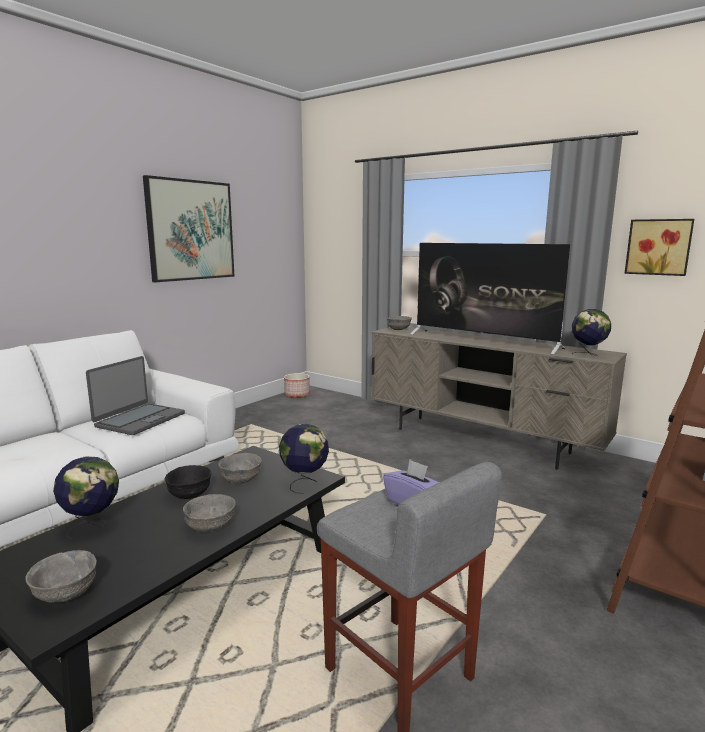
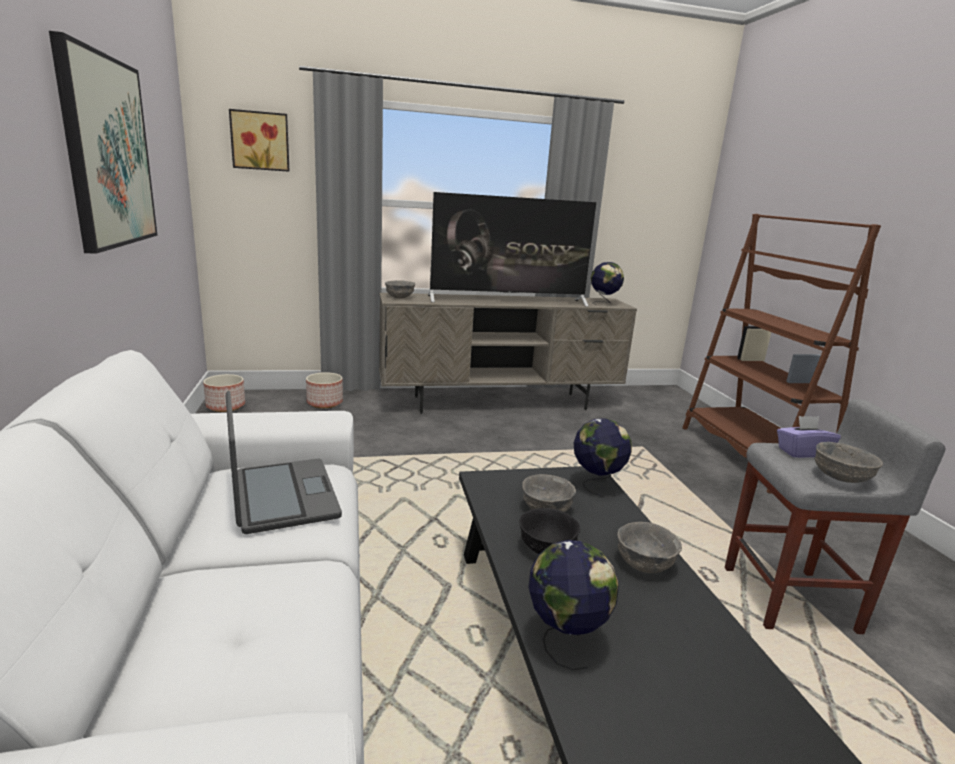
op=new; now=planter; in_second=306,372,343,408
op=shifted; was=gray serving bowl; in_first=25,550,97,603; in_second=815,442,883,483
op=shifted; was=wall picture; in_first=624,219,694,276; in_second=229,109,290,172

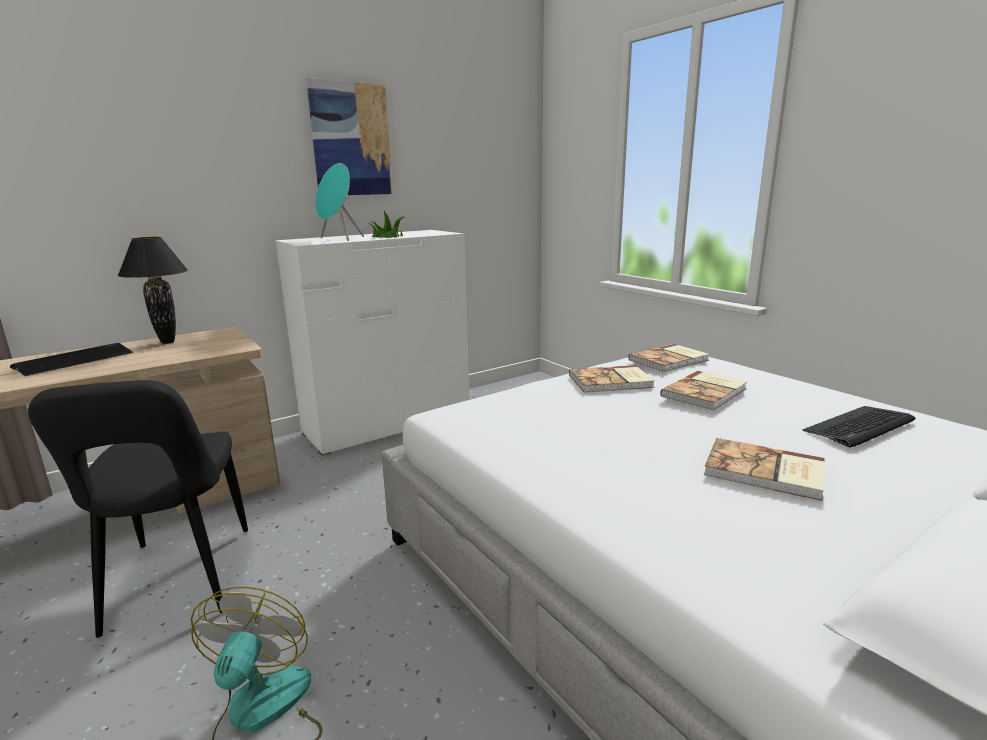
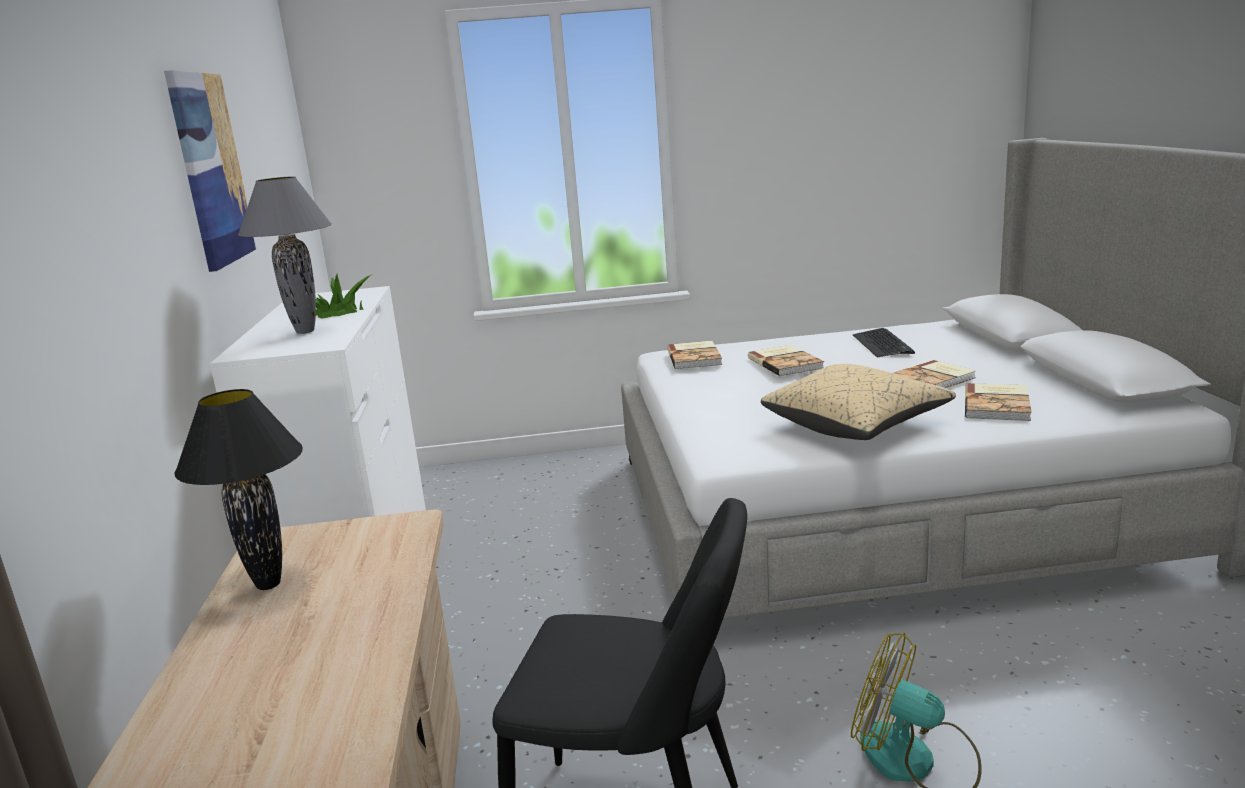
op=gone; was=PC keyboard; in_first=10,343,133,376
op=new; now=sand-coloured cushion; in_second=761,364,956,440
op=shifted; was=book; in_first=569,365,655,393; in_second=965,383,1032,421
op=swapped; was=turquoise-coloured speaker; now=gray table lamp; in_first=315,163,364,241; in_second=238,176,332,334

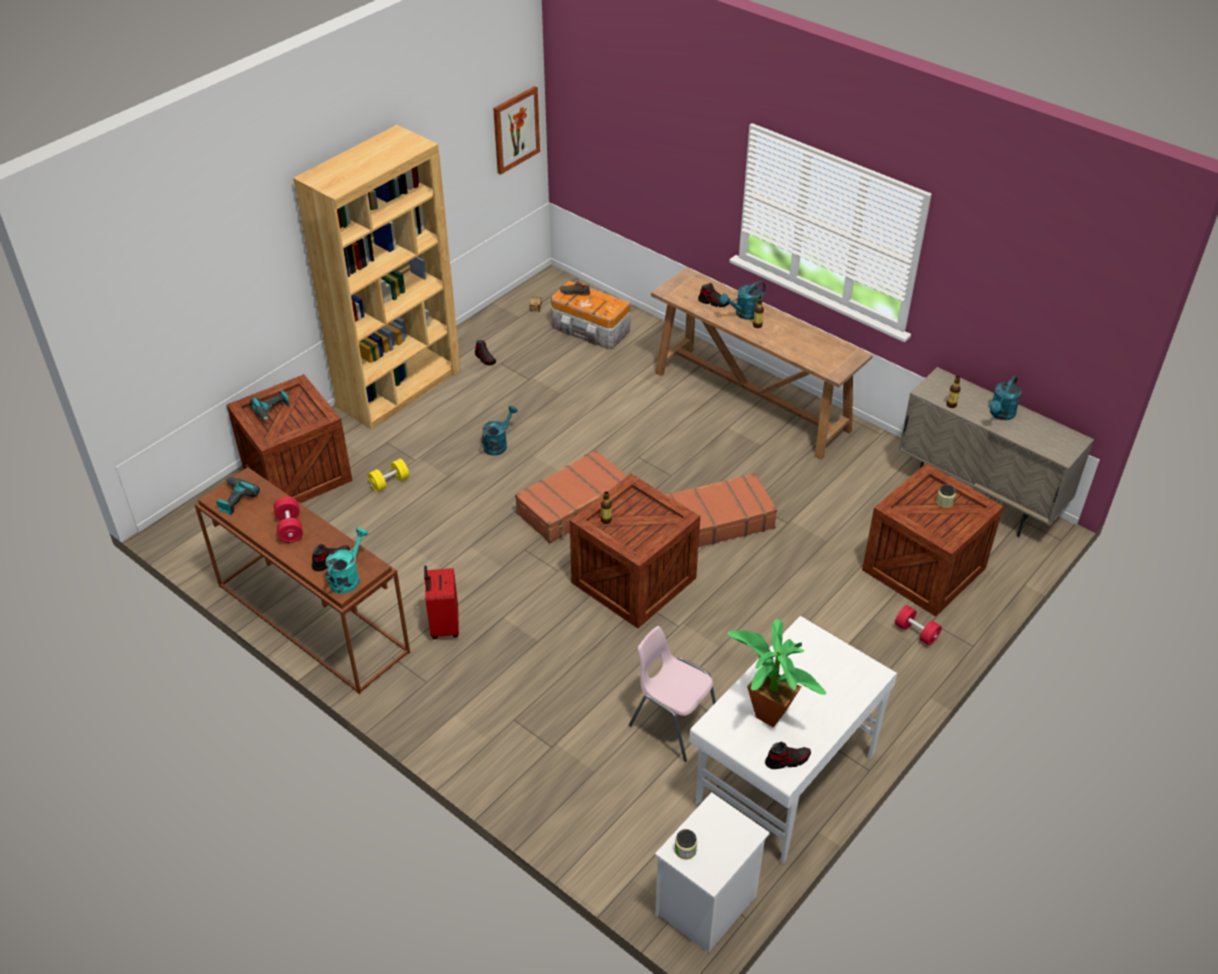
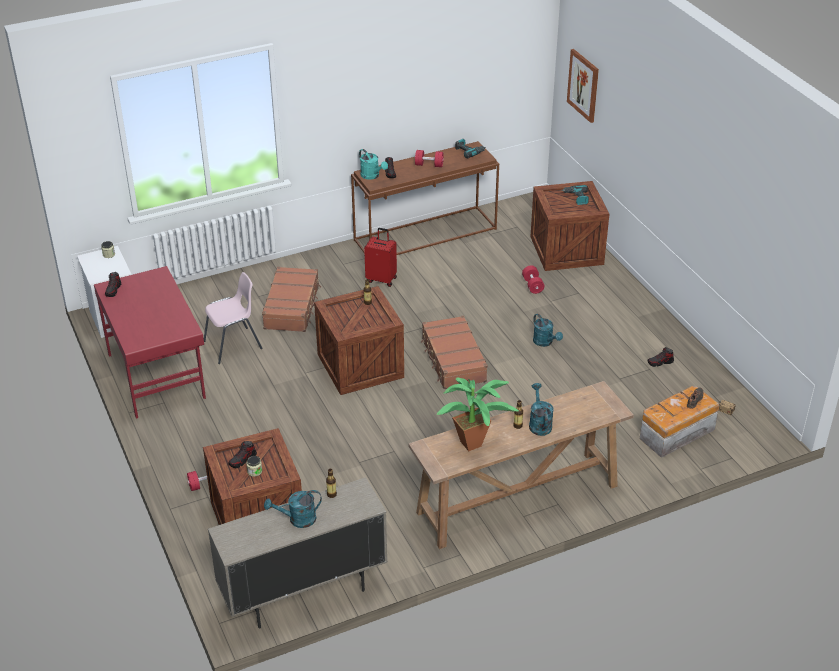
op=gone; was=brownish shelving unit; in_first=293,125,461,429
op=shifted; was=wall picture; in_first=493,86,540,175; in_second=567,49,599,123
op=shifted; was=brownish travel case; in_first=665,473,778,547; in_second=262,267,321,332
op=shifted; was=item of footwear; in_first=698,283,731,307; in_second=229,441,257,468
op=shifted; was=plant in a pot; in_first=728,619,826,727; in_second=437,377,519,451
op=repainted; was=yellow hand weight; now=reddish hand weight; in_first=368,459,409,492; in_second=522,265,544,294
op=repainted; was=white desk table; now=reddish desk table; in_first=689,616,897,864; in_second=94,266,206,419
op=rotated; was=turquoise-coloured watering can; in_first=989,376,1021,420; in_second=264,490,322,528; clockwise=-75

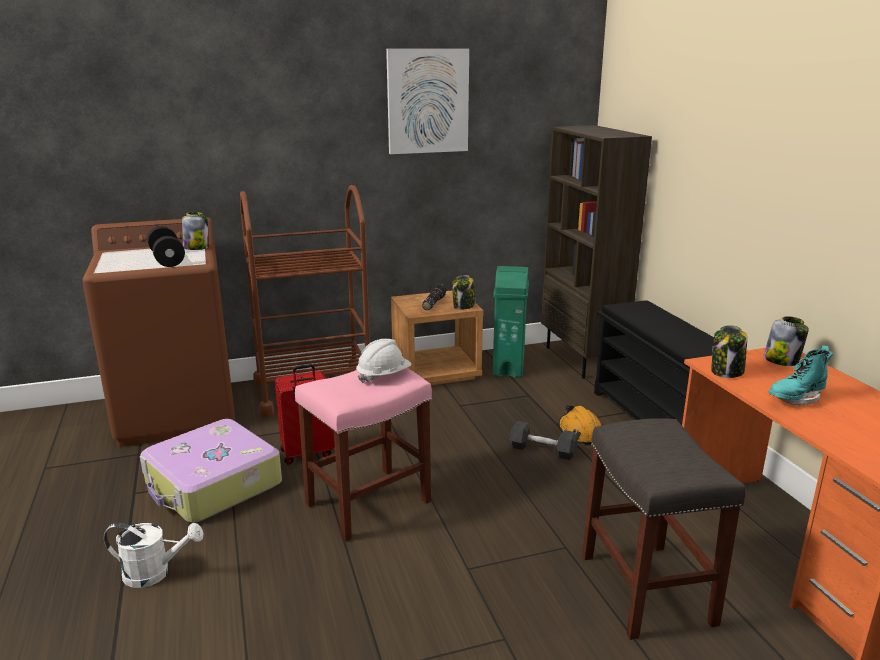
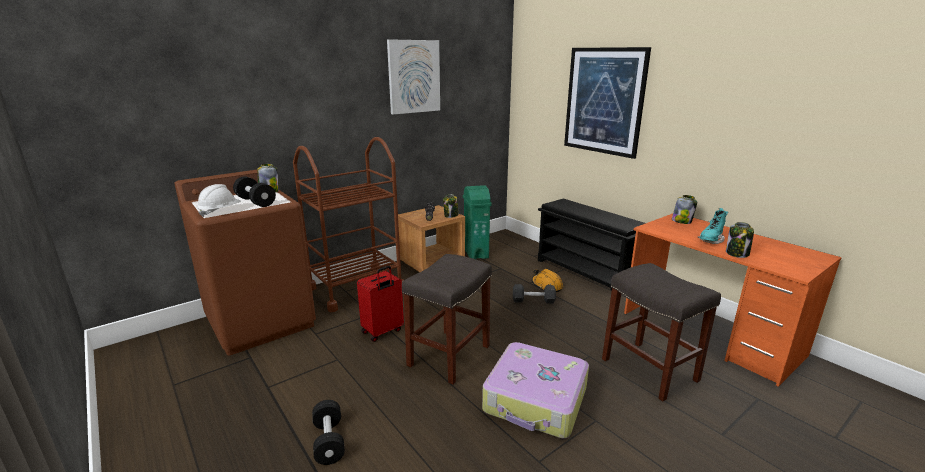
op=gone; was=brownish shelving unit; in_first=541,125,652,379
op=new; now=wall picture; in_second=564,47,651,159
op=shifted; was=travel case; in_first=140,419,282,523; in_second=482,342,589,438
op=shifted; was=white work helmet; in_first=356,339,412,383; in_second=197,184,241,217
op=shifted; was=storage jar; in_first=711,325,747,378; in_second=726,222,754,258
op=swapped; was=white watering can; now=black hand weight; in_first=104,523,203,588; in_second=312,400,345,465
op=repainted; was=pinkish sitting stool; now=gray sitting stool; in_first=295,368,432,541; in_second=402,254,492,384

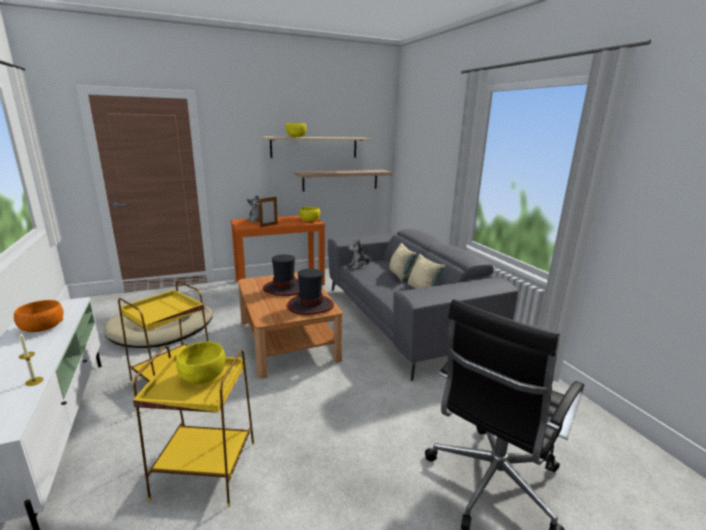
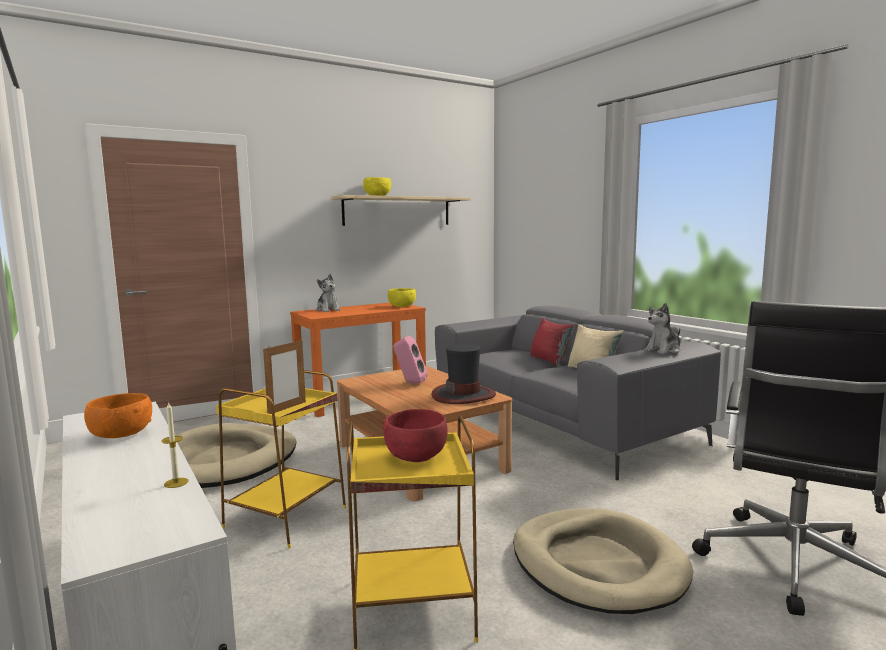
op=gone; was=wall shelf; in_first=295,170,392,191
op=new; now=sand-coloured dog cushion; in_second=513,508,694,614
op=shifted; was=picture frame; in_first=258,197,278,227; in_second=263,340,306,414
op=shifted; was=soft toy; in_first=348,239,374,269; in_second=644,303,681,354
op=swapped; was=clothing hat; now=pinkish speaker; in_first=263,255,300,296; in_second=394,336,428,383
op=repainted; was=yellow serving bowl; now=reddish serving bowl; in_first=176,341,226,384; in_second=383,409,448,462
op=repainted; was=sand-coloured cushion; now=reddish cushion; in_first=389,242,417,282; in_second=530,318,573,366

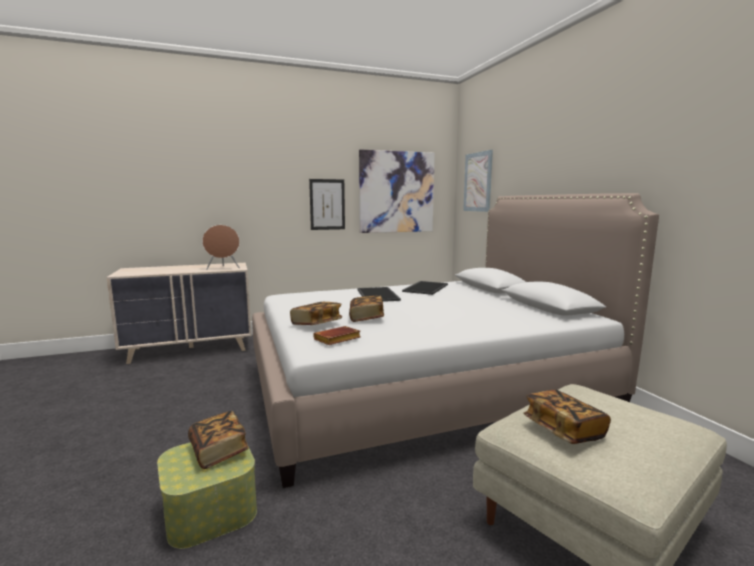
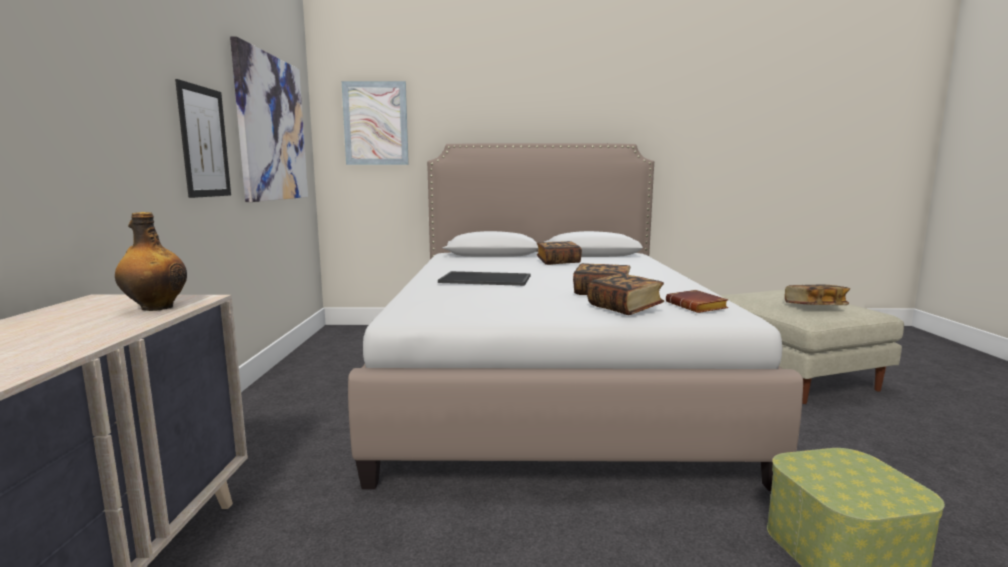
op=gone; was=serving tray; in_first=402,281,448,295
op=shifted; was=book; in_first=188,411,248,469; in_second=537,241,582,265
op=swapped; was=brownish speaker; now=beverage bottle; in_first=202,225,240,270; in_second=115,212,187,311

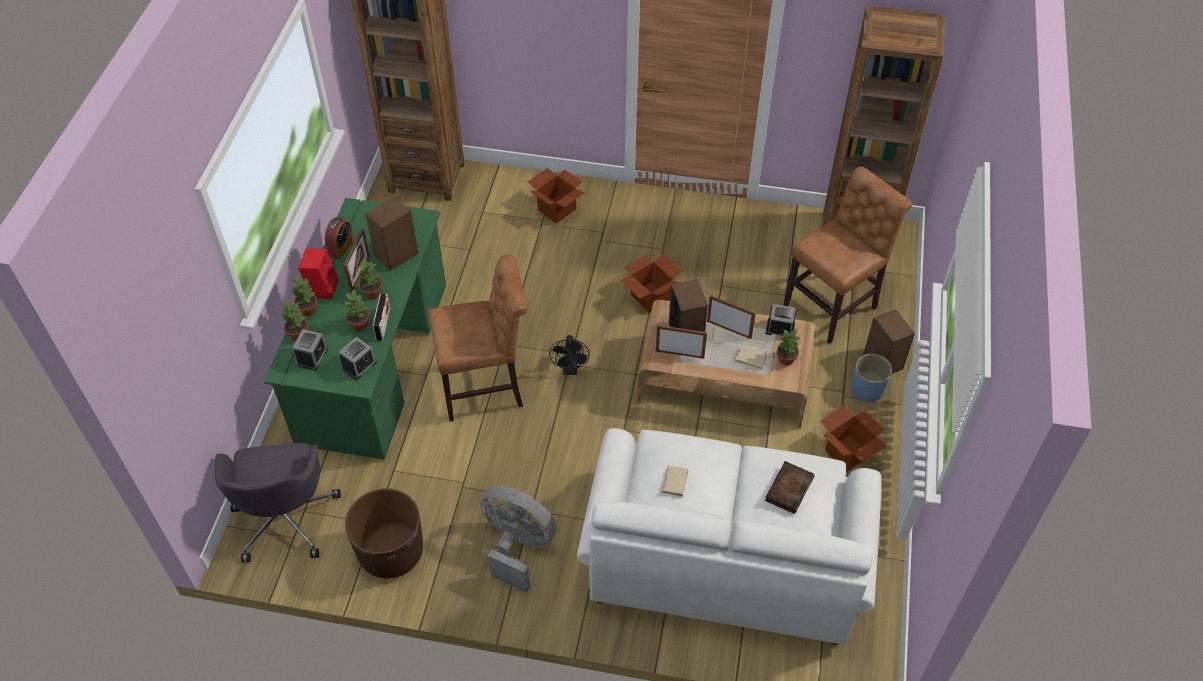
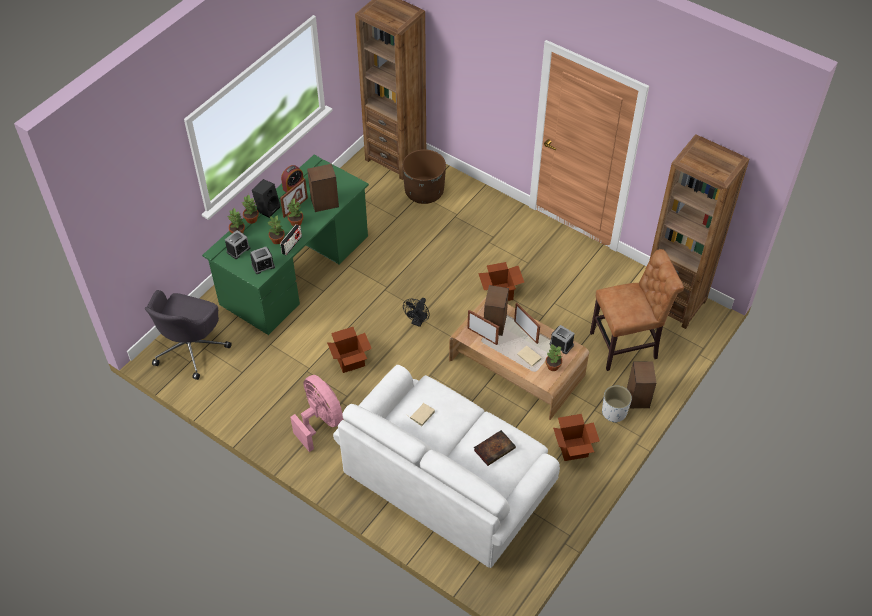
op=gone; was=brownish plain chair; in_first=428,255,528,421
op=shifted; was=brownish planter; in_first=345,488,423,579; in_second=402,149,446,204
op=shifted; was=packing box; in_first=528,168,585,223; in_second=327,327,372,373
op=repainted; was=reddish speaker; now=black speaker; in_first=298,248,339,299; in_second=252,179,280,218
op=repainted; was=gray cooling fan; now=pinkish cooling fan; in_first=481,486,557,593; in_second=290,375,343,452
op=repainted; was=blue-coloured planter; now=white planter; in_first=851,354,892,402; in_second=602,386,632,423

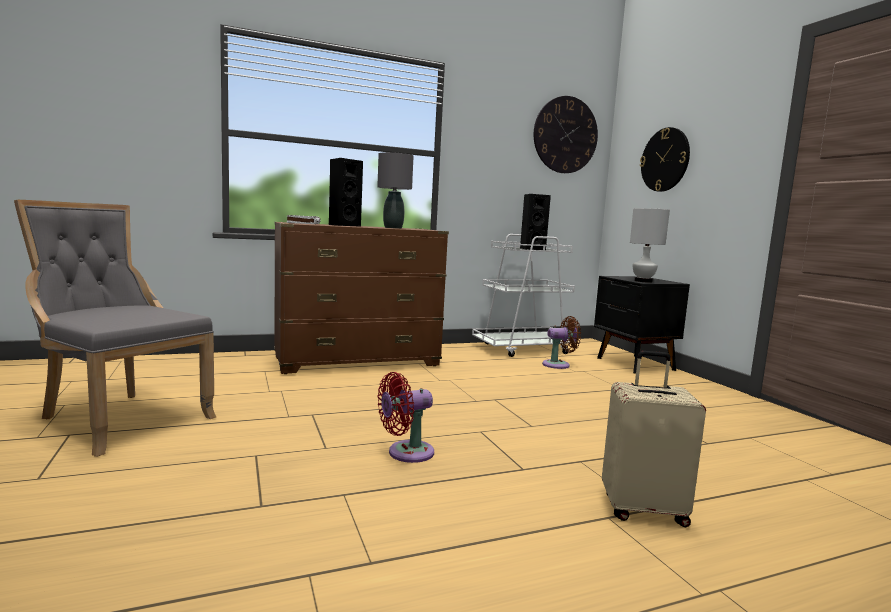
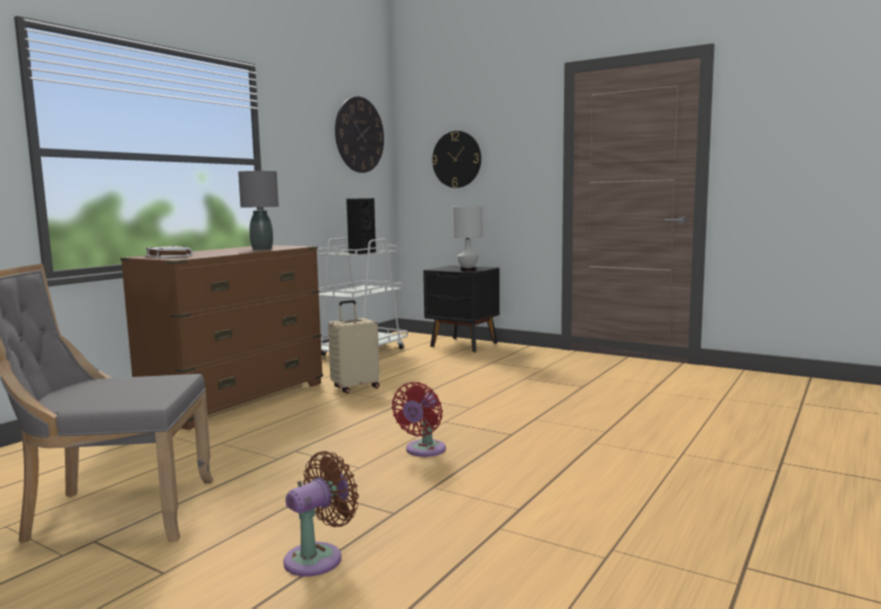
op=gone; was=black speaker; in_first=329,158,363,227
op=shifted; was=brownish cooling fan; in_first=542,316,581,369; in_second=283,451,359,576
op=shifted; was=sand-coloured travel case; in_first=602,351,706,527; in_second=328,300,380,393

